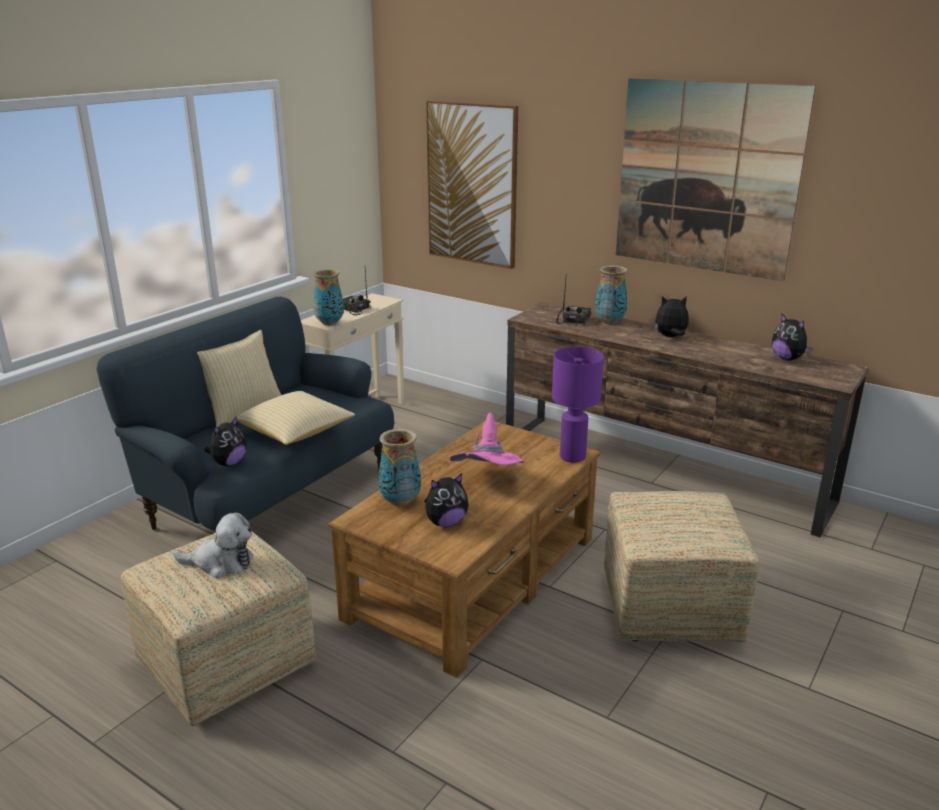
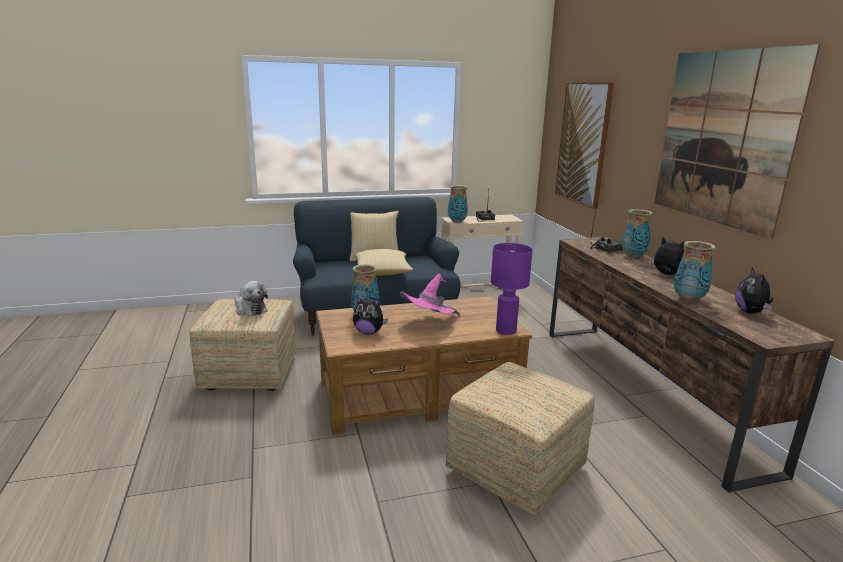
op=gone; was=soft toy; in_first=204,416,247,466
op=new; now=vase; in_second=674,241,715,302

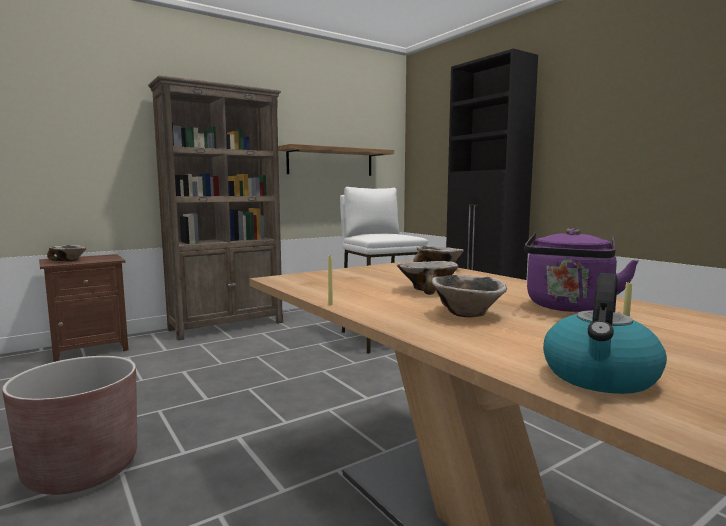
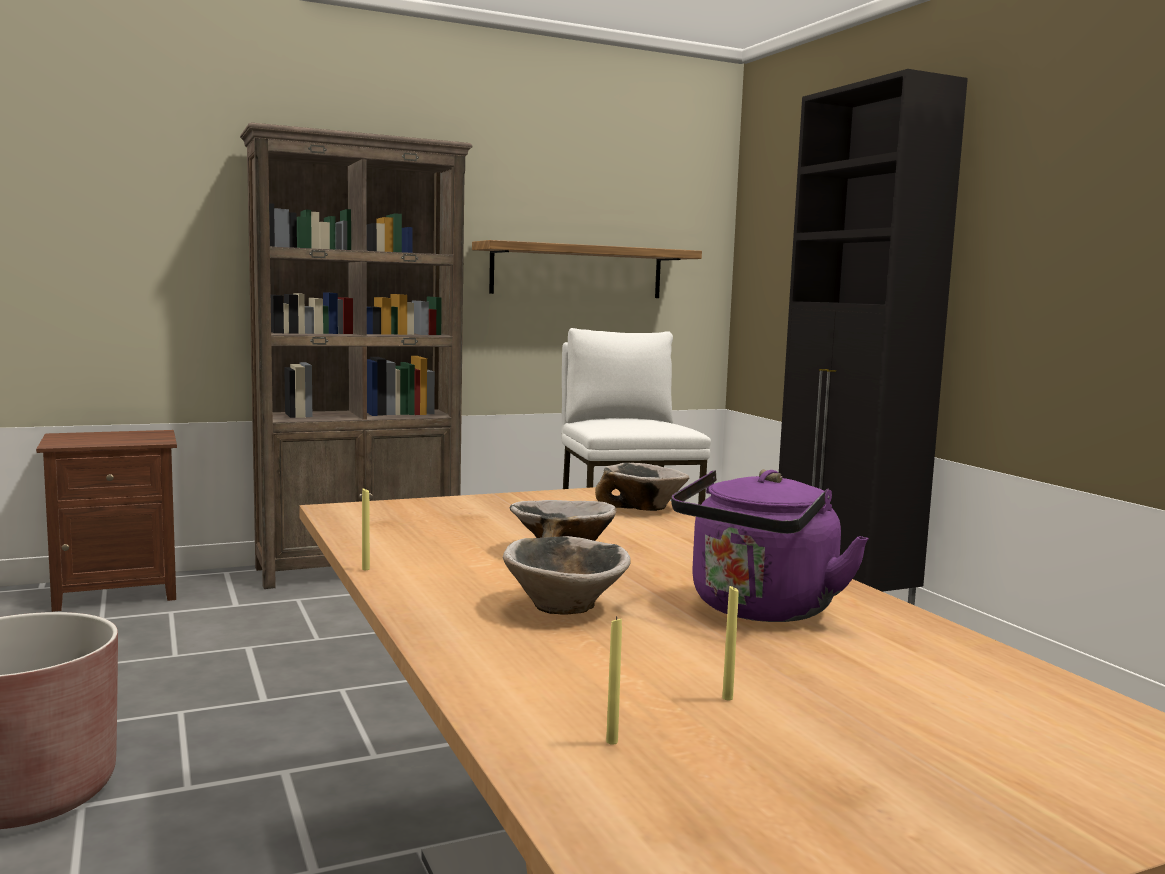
op=gone; was=serving bowl; in_first=47,245,87,261
op=swapped; was=kettle; now=yellow candle; in_first=543,273,667,394; in_second=606,616,622,745

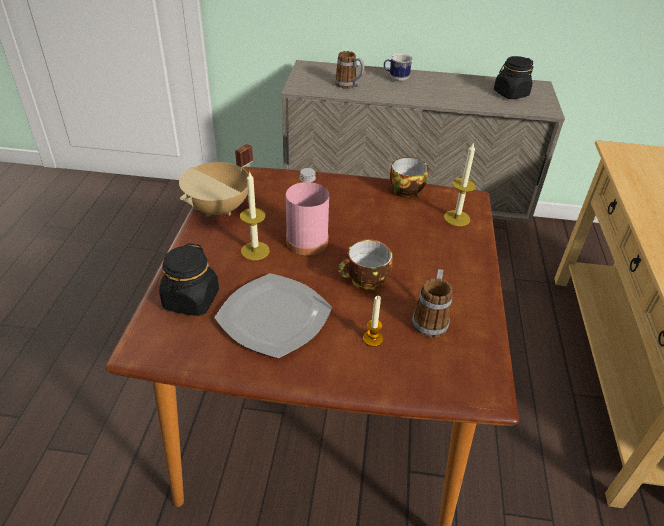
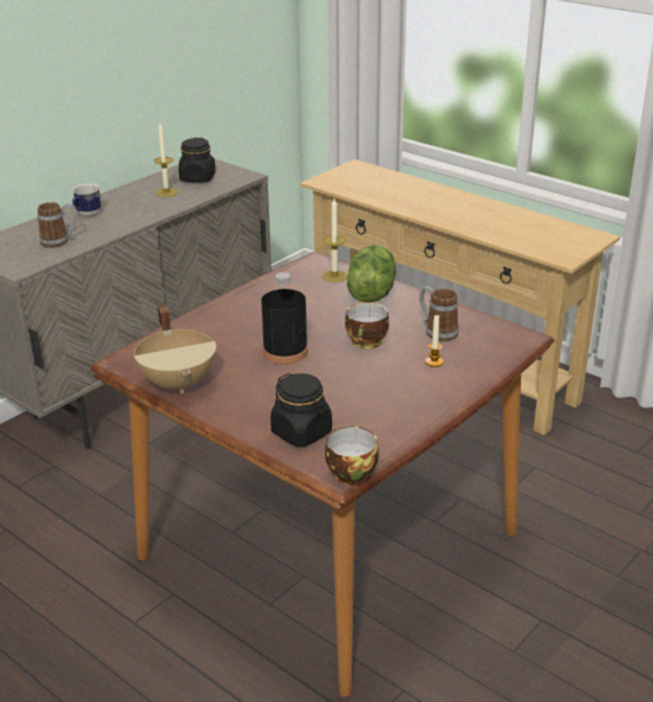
op=gone; was=flat dish; in_first=214,273,332,359
op=new; now=head of lettuce; in_second=347,245,396,302
op=shifted; was=candle; in_first=240,171,270,260; in_second=154,123,178,197
op=shifted; was=small cup; in_first=390,157,428,199; in_second=325,426,379,486
op=repainted; was=pinkish beverage bottle; now=black beverage bottle; in_first=286,168,329,255; in_second=261,272,308,364

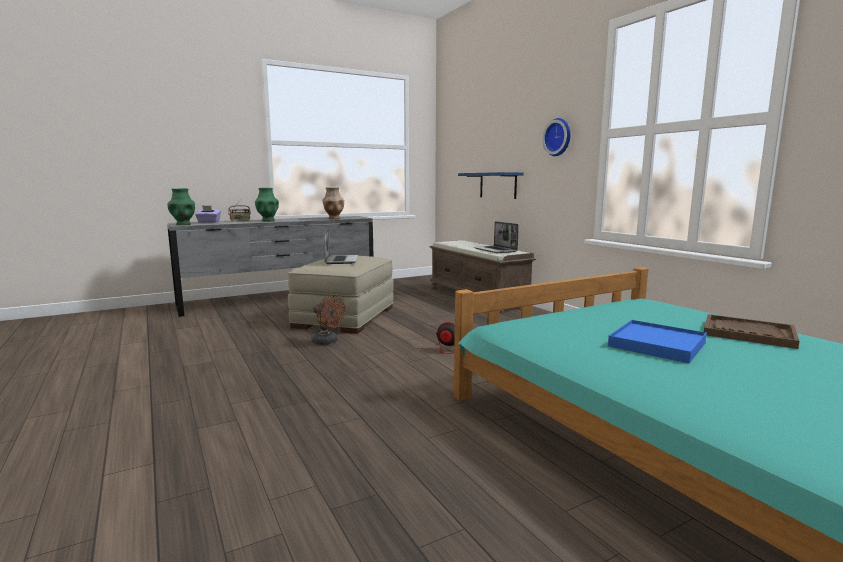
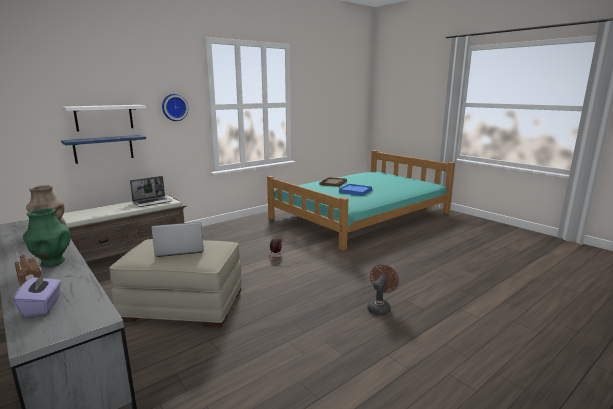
op=gone; was=greenish vase; in_first=168,188,195,225
op=new; now=white wall shelf; in_second=62,105,146,131
op=shifted; was=brownish cooling fan; in_first=311,295,345,345; in_second=367,264,399,315

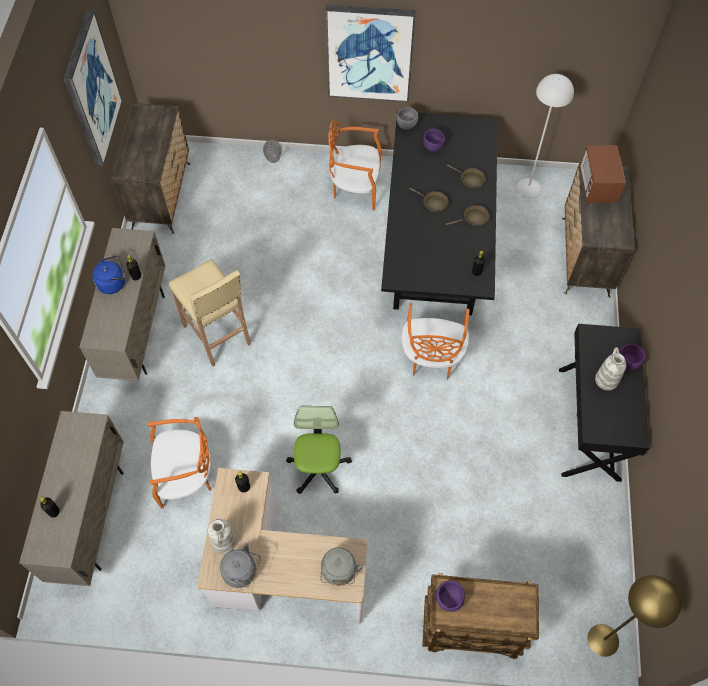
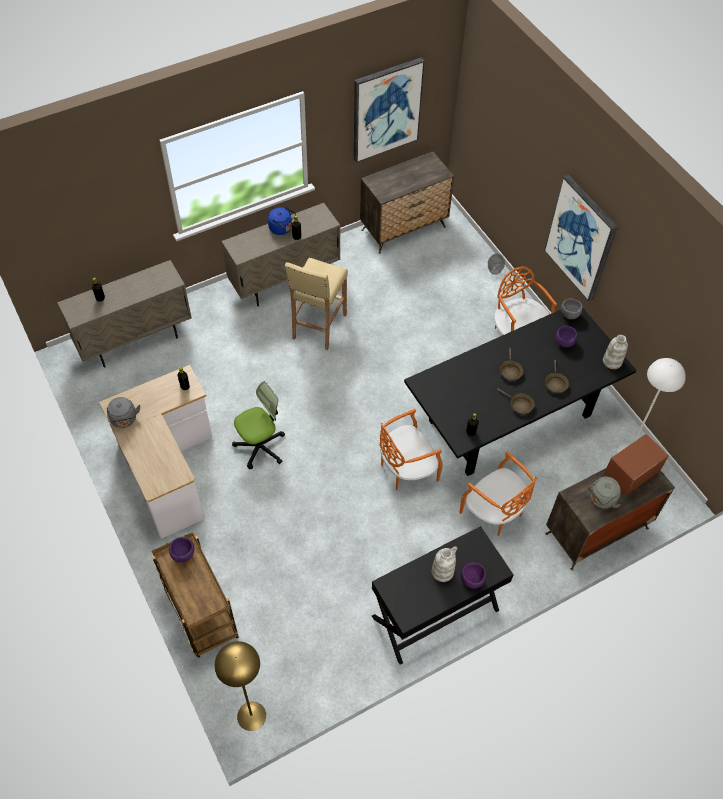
op=shifted; was=orange-coloured plain chair; in_first=148,417,211,509; in_second=459,452,537,536
op=shifted; was=white vase; in_first=208,519,237,554; in_second=603,335,628,369
op=shifted; was=gray kettle; in_first=320,548,364,586; in_second=587,476,621,509

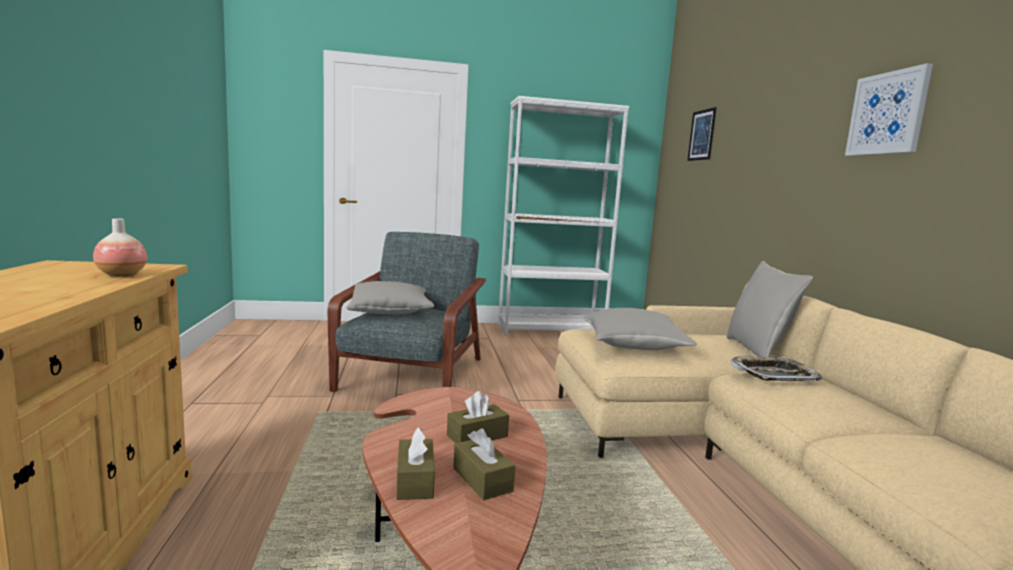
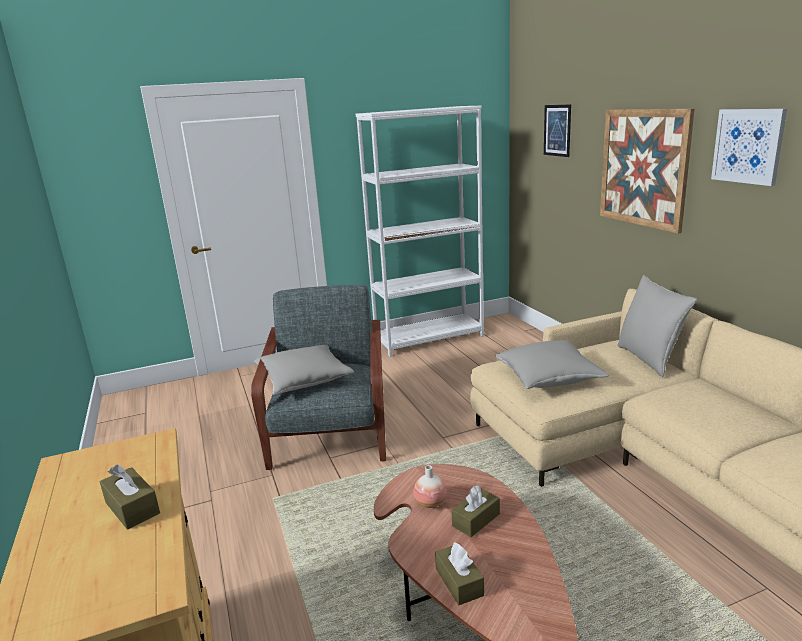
op=gone; was=serving tray; in_first=731,356,822,381
op=new; now=wall picture; in_second=600,109,695,233
op=shifted; was=vase; in_first=93,218,147,277; in_second=414,465,447,508
op=shifted; was=brownish box of tissues; in_first=453,428,515,500; in_second=100,464,160,529

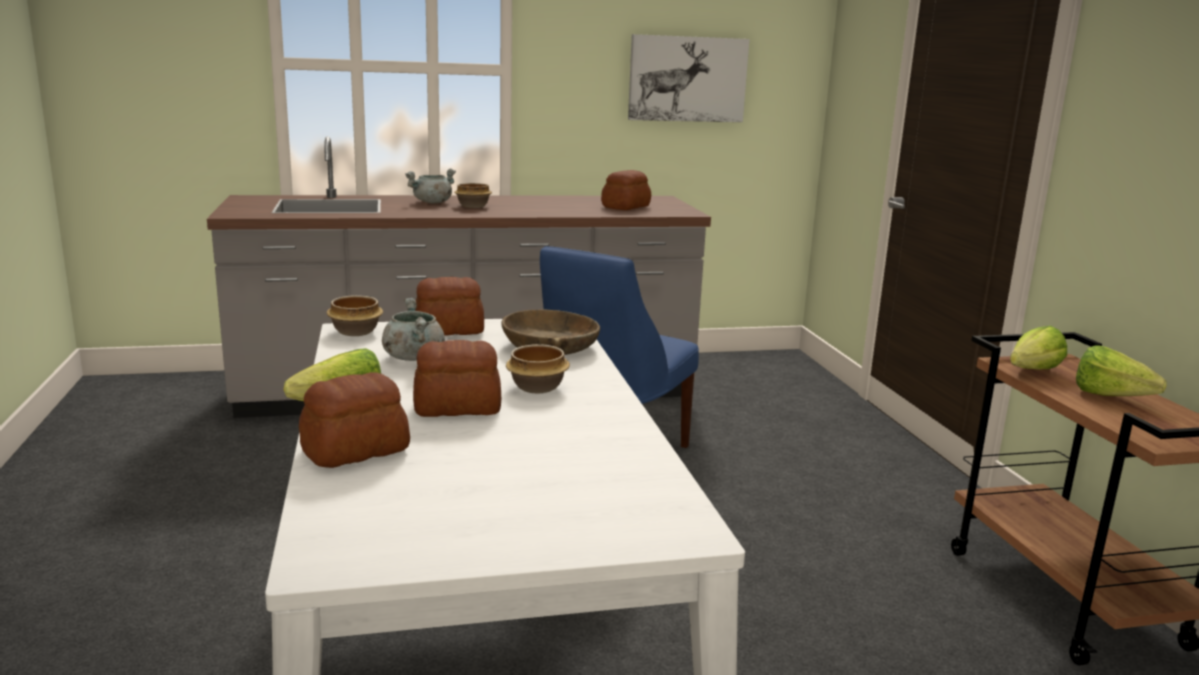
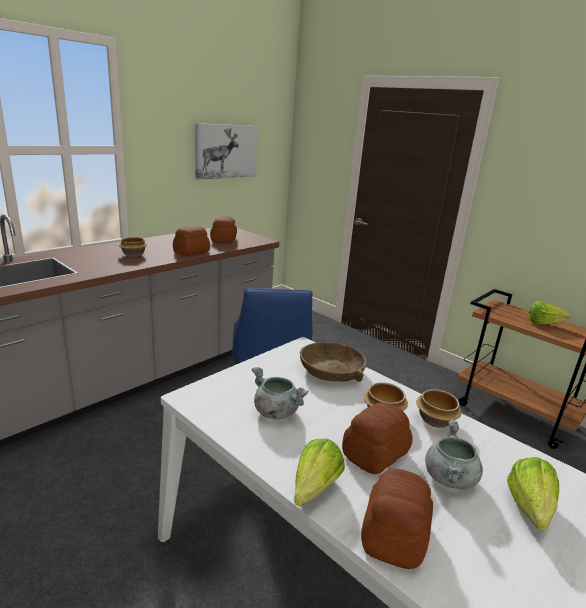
op=shifted; was=serving bowl; in_first=327,295,383,336; in_second=416,389,461,428
op=shifted; was=gray saucepot; in_first=405,169,456,204; in_second=425,420,483,489
op=shifted; was=baked bread; in_first=415,277,484,336; in_second=173,226,210,256
op=shifted; was=head of lettuce; in_first=1010,326,1067,370; in_second=507,457,559,531

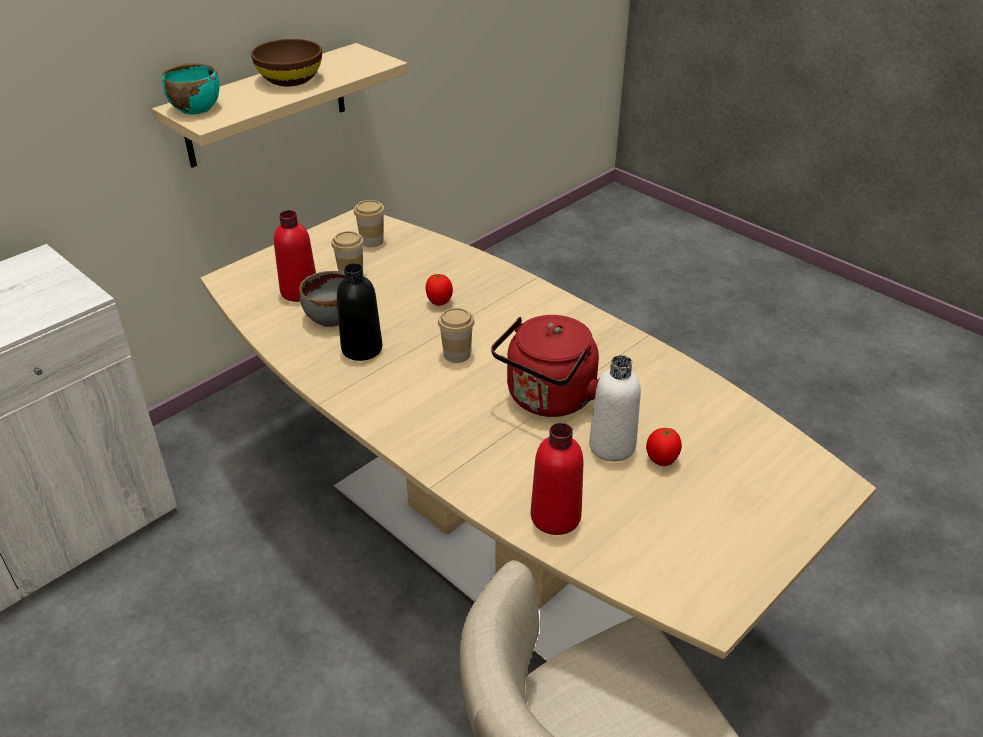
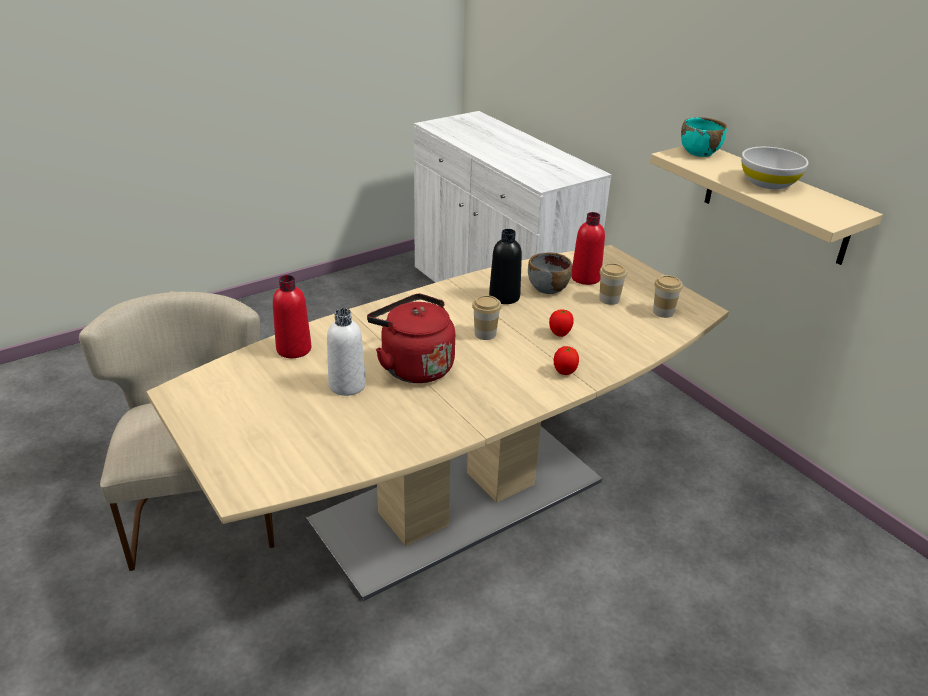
op=shifted; was=whole tomato; in_first=646,428,682,466; in_second=554,346,579,375
op=repainted; was=brownish serving bowl; now=white serving bowl; in_first=251,39,322,86; in_second=741,147,808,189

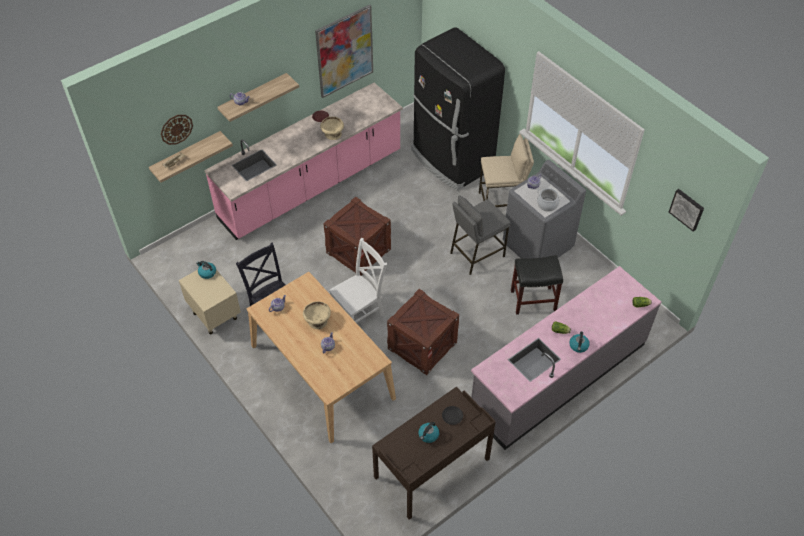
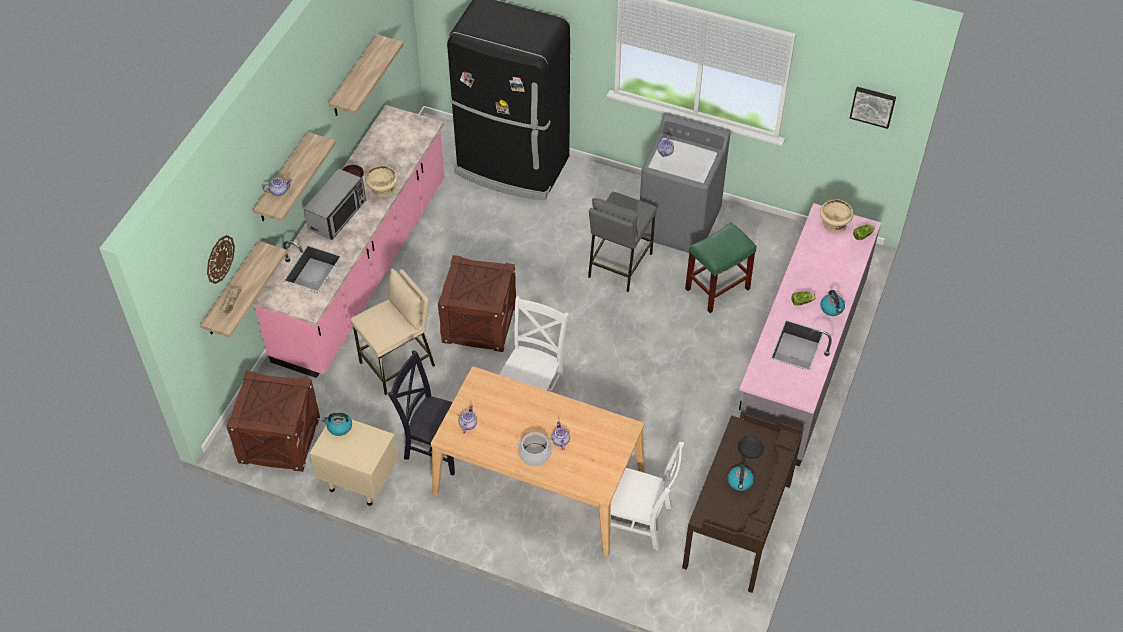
op=new; now=kitchen microwave; in_second=304,168,366,240
op=new; now=white plain chair; in_second=610,442,684,551
op=shifted; was=sand-coloured serving bowl; in_first=303,301,331,329; in_second=820,199,854,233
op=shifted; was=shipping crate; in_first=387,289,459,375; in_second=226,371,320,472
op=shifted; was=sand-coloured sitting stool; in_first=479,134,534,207; in_second=350,268,435,395
op=shifted; was=saucepot; in_first=537,188,561,211; in_second=517,432,553,466
op=swapped; was=wall picture; now=wall shelf; in_first=315,5,373,98; in_second=328,35,404,116
op=repainted; was=black sitting stool; now=greenish sitting stool; in_first=511,255,563,315; in_second=685,223,756,313

